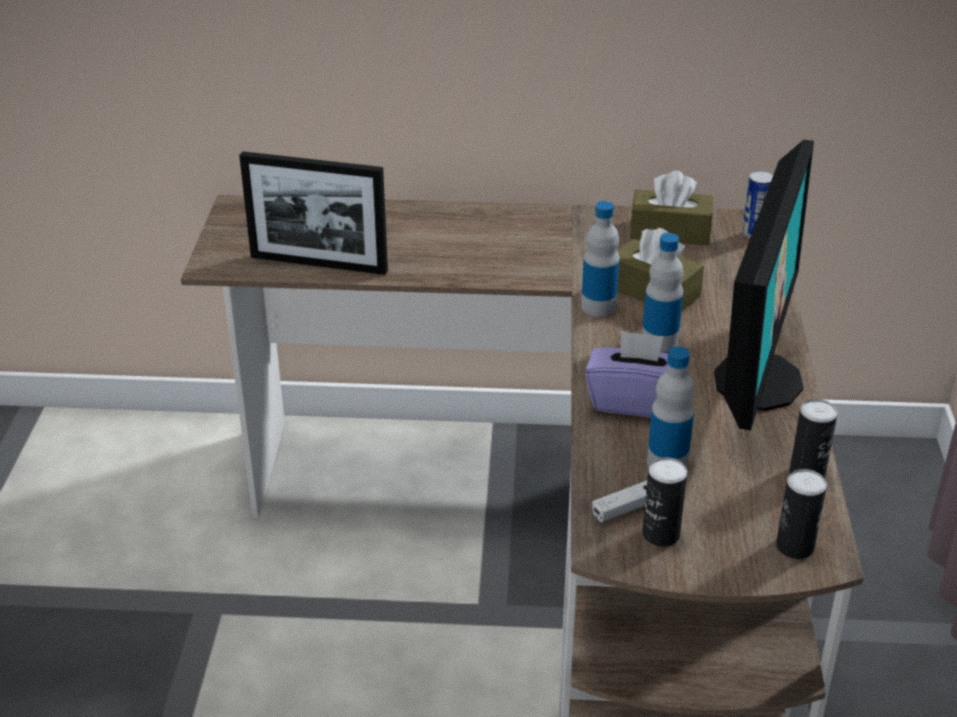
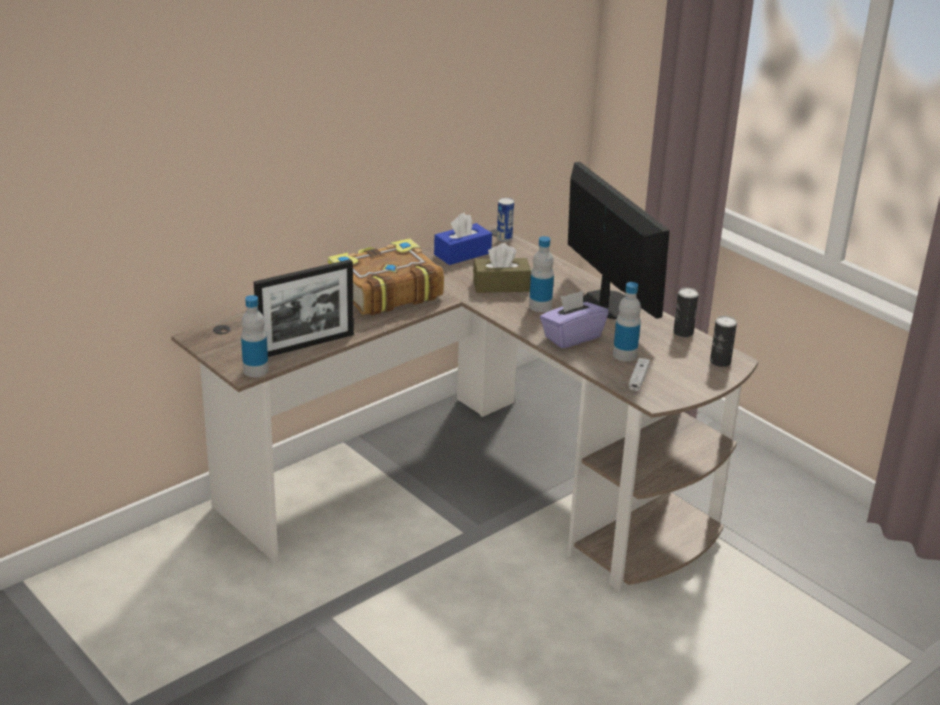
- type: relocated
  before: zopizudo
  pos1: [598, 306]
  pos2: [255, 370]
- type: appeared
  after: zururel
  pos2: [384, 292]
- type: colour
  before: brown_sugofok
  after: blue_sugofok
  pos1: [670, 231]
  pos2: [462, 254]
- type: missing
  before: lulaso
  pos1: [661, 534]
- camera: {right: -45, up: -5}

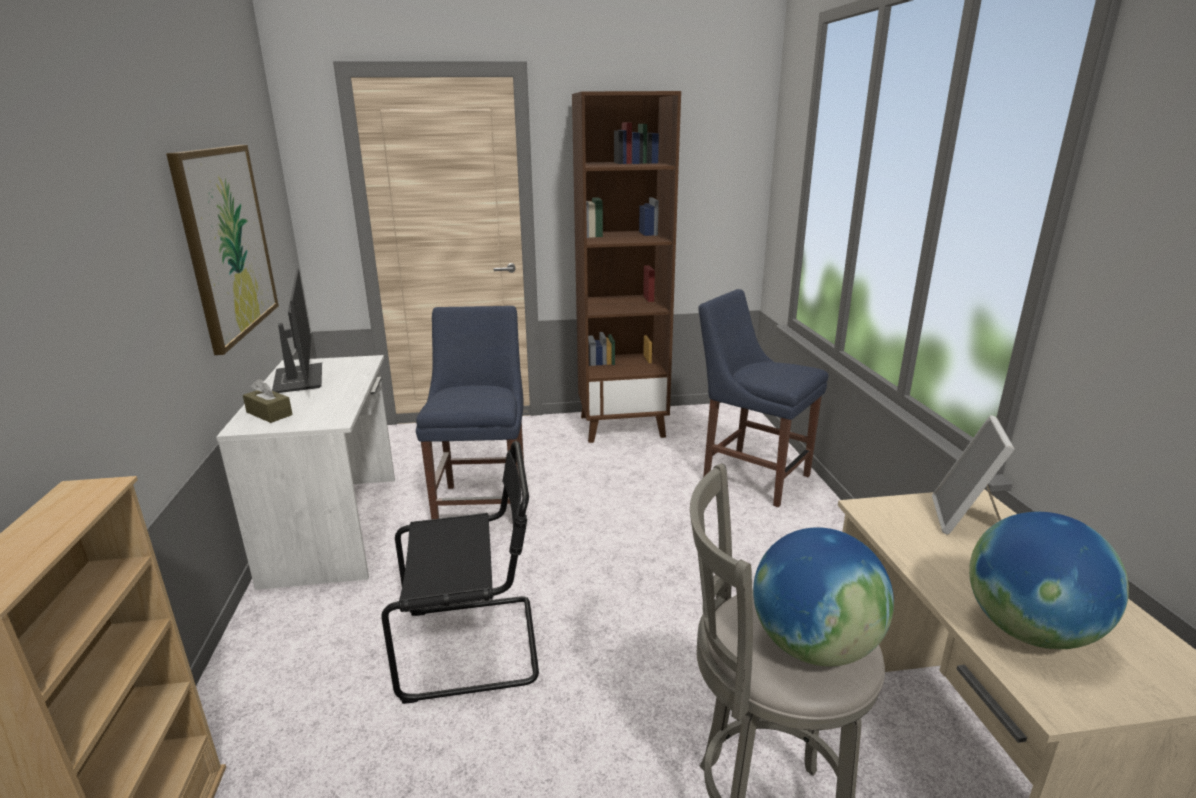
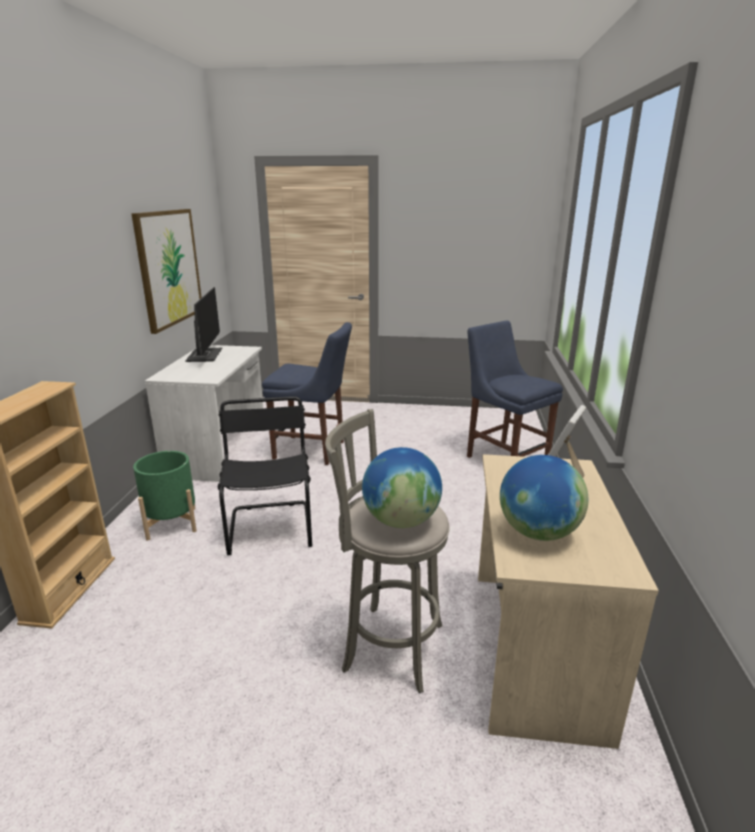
- type: appeared
  after: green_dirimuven
  pos2: [171, 523]
- type: spun
  before: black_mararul
  pos1: [475, 645]
  pos2: [270, 526]
  turn: -105
- type: spun
  before: blue_mararul
  pos1: [483, 503]
  pos2: [312, 451]
  turn: 90
- type: missing
  before: brown_sugofok
  pos1: [269, 413]
- type: missing
  before: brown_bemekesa
  pos1: [622, 426]
- camera: {right: 15, up: 0}

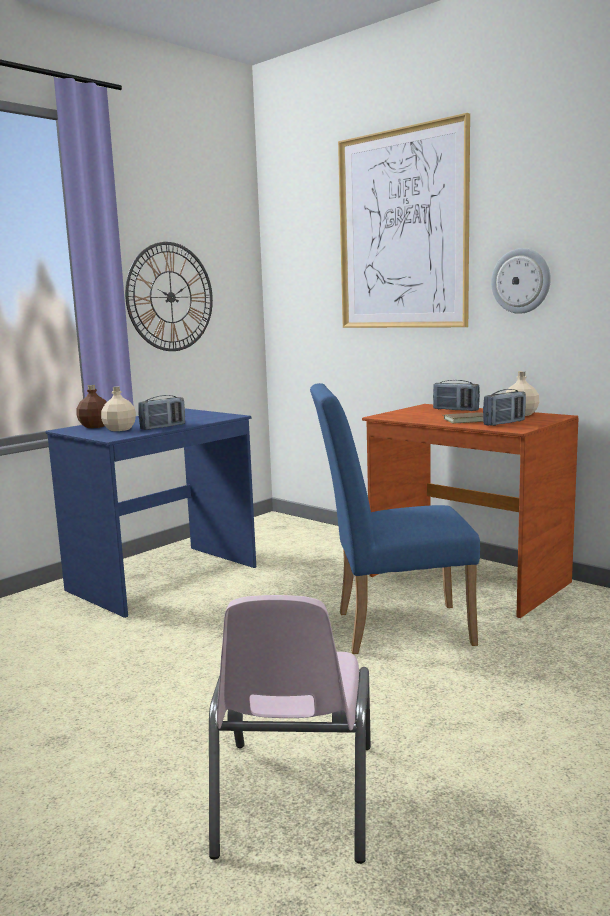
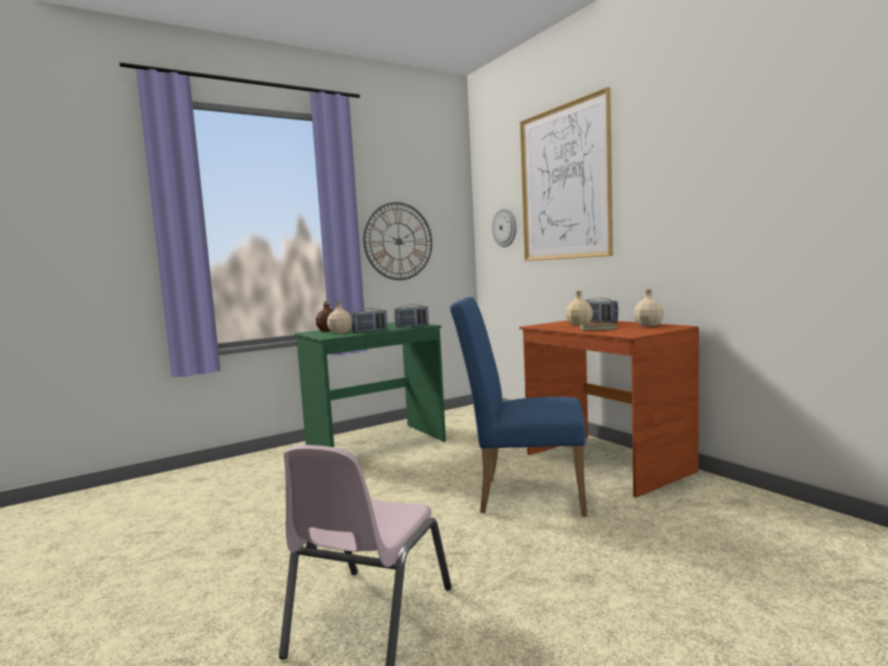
- type: colour
  before: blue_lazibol
  after: green_lazibol
  pos1: [164, 579]
  pos2: [376, 445]
- type: relocated
  before: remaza
  pos1: [504, 423]
  pos2: [412, 326]
- type: relocated
  before: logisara
  pos1: [521, 281]
  pos2: [505, 227]
- type: appeared
  after: beige_zopizudo
  pos2: [579, 324]
- camera: {right: 15, up: -5}

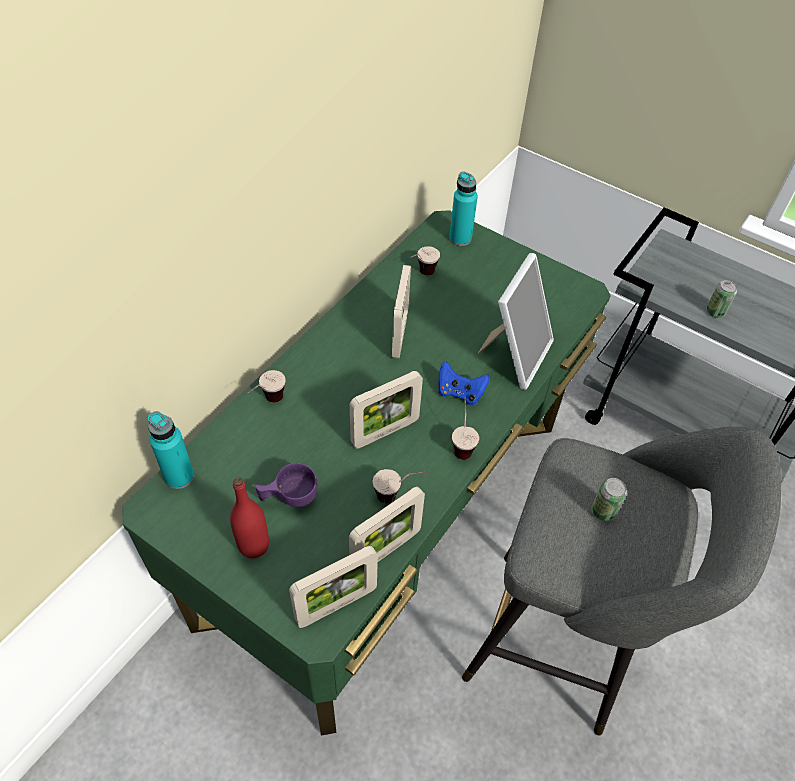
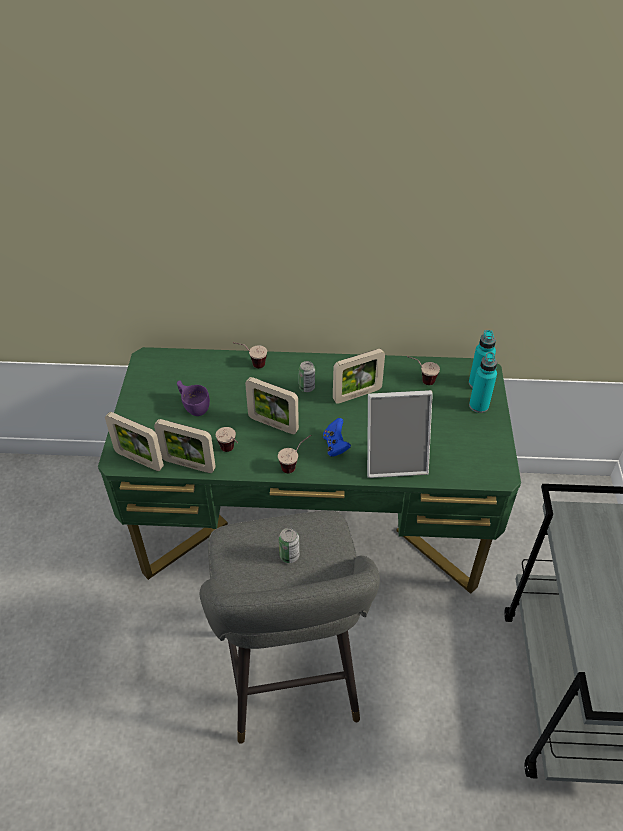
- type: relocated
  before: lulaso
  pos1: [715, 312]
  pos2: [306, 387]
- type: relocated
  before: turquoise_zopizudo
  pos1: [179, 476]
  pos2: [478, 405]
- type: missing
  before: red_zopizudo
  pos1: [254, 545]
- camera: {right: 60, up: -5}

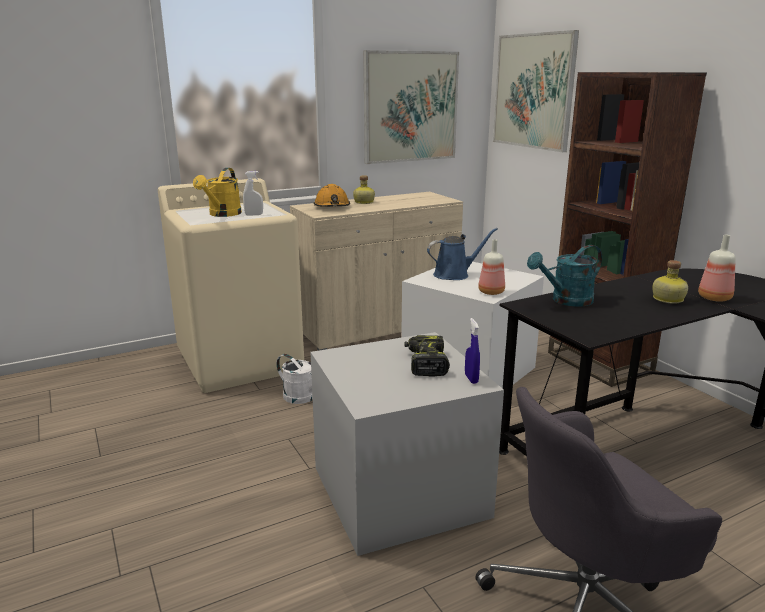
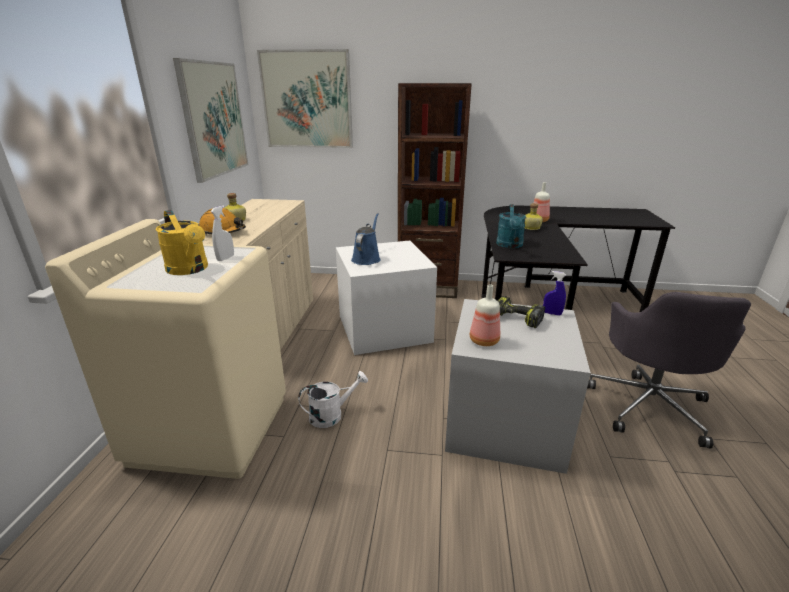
- type: relocated
  before: zopizudo
  pos1: [490, 292]
  pos2: [483, 341]
- camera: {right: -55, up: 5}

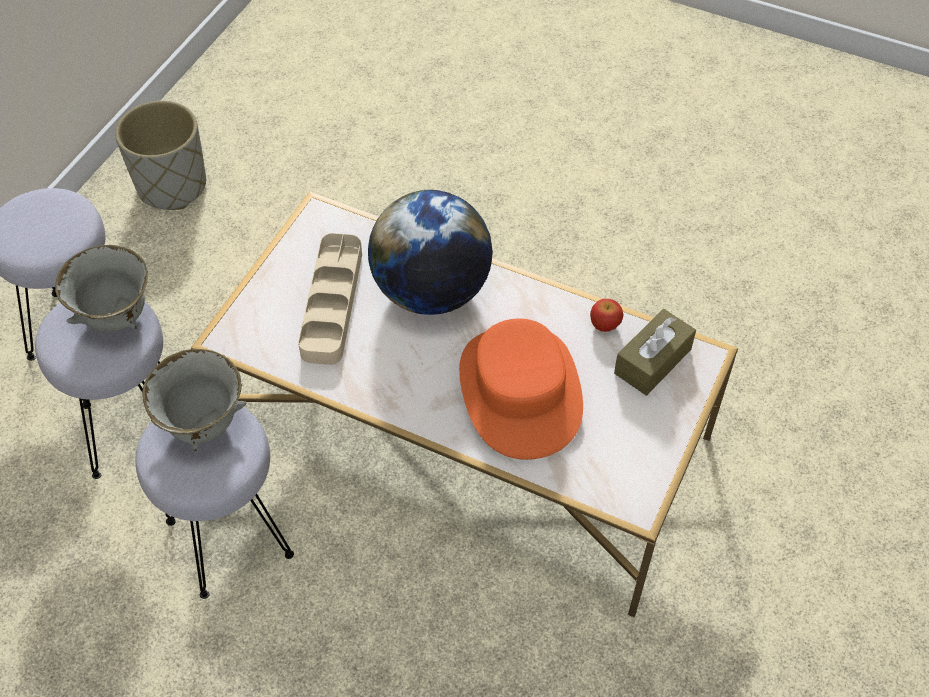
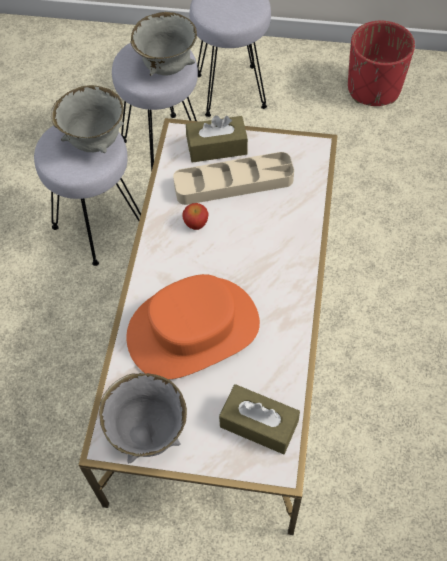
- type: appeared
  after: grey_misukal
  pos2: [149, 433]
- type: relocated
  before: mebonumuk
  pos1: [605, 325]
  pos2: [196, 224]
- type: appeared
  after: brown_sugofok
  pos2: [217, 147]
- type: colour
  before: grey_dirimuven
  after: red_dirimuven
  pos1: [172, 186]
  pos2: [374, 88]
- type: missing
  before: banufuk
  pos1: [431, 292]
- camera: {right: 75, up: 5}

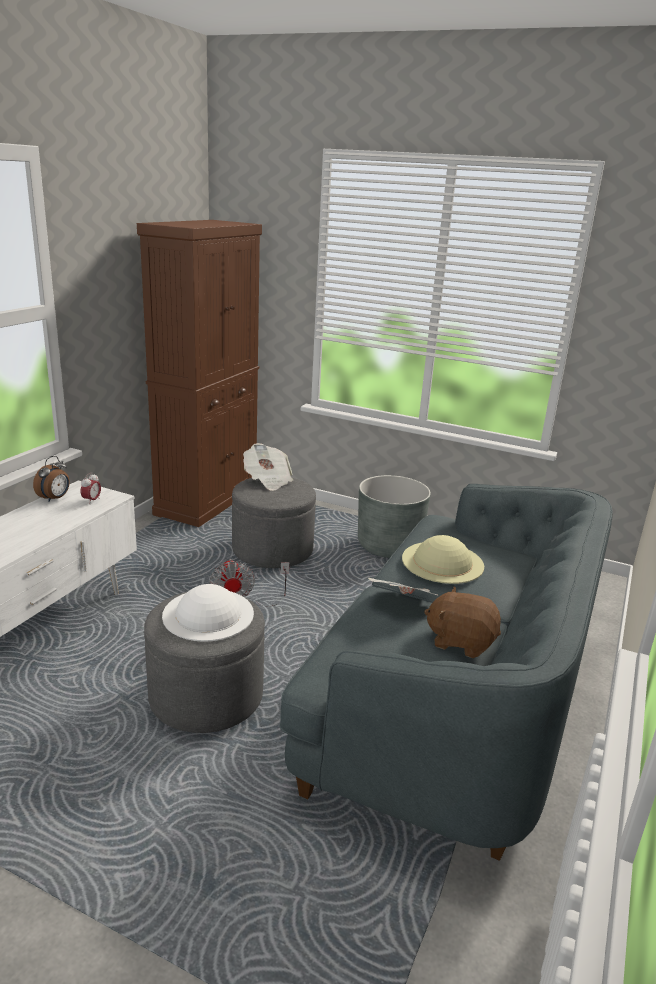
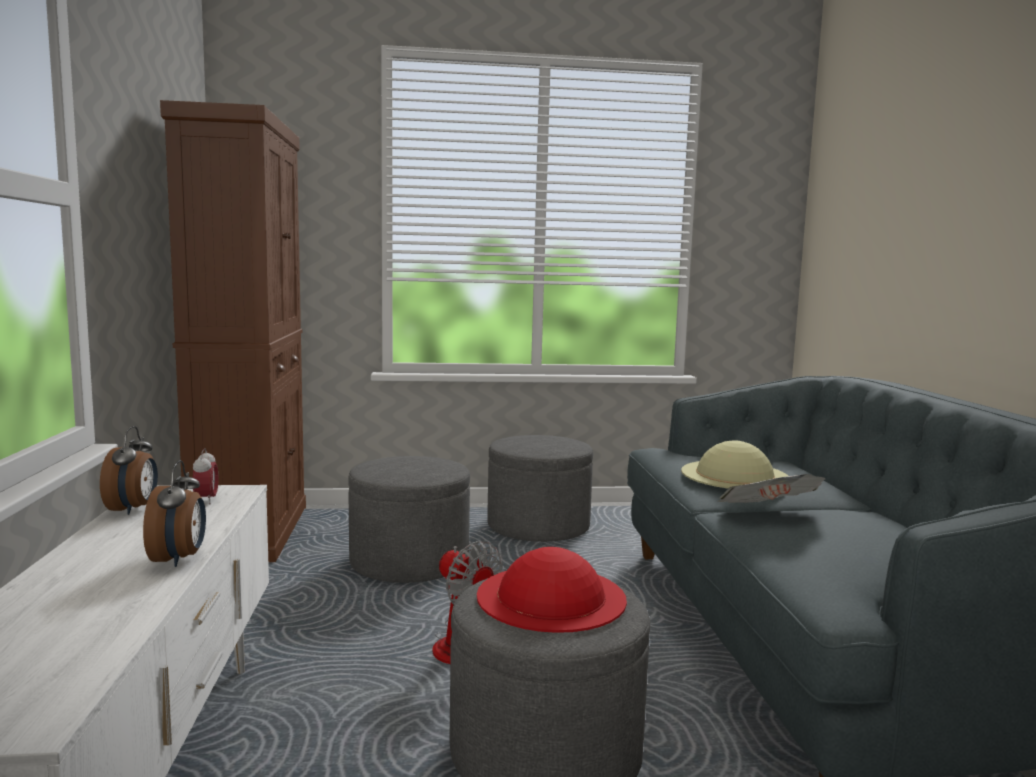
- type: appeared
  after: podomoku
  pos2: [179, 559]
- type: colour
  before: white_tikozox
  after: red_tikozox
  pos1: [208, 614]
  pos2: [551, 596]
- type: exchanged
  before: grey_dirimuven
  after: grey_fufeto
  pos1: [388, 546]
  pos2: [538, 526]
- type: missing
  before: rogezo
  pos1: [267, 480]
- type: missing
  before: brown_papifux
  pos1: [461, 641]
- camera: {right: -30, up: -15}

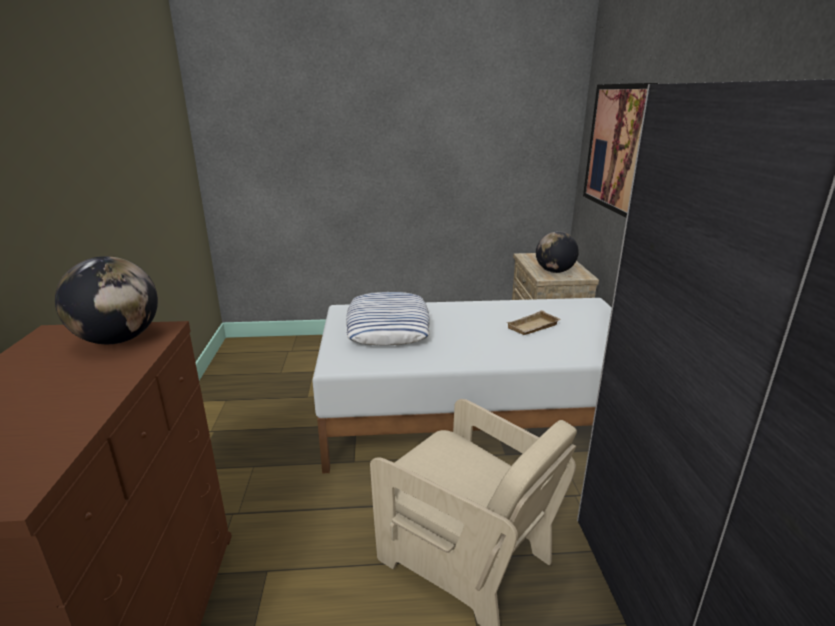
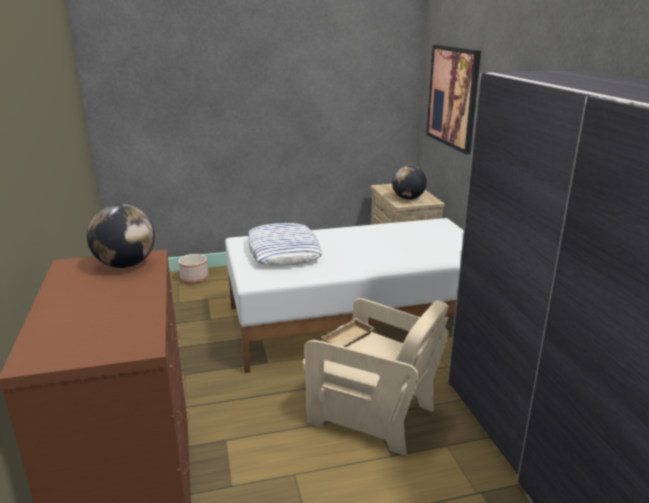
- type: appeared
  after: dirimuven
  pos2: [194, 278]
- type: relocated
  before: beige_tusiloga
  pos1: [533, 327]
  pos2: [348, 339]
- camera: {right: -10, up: 0}

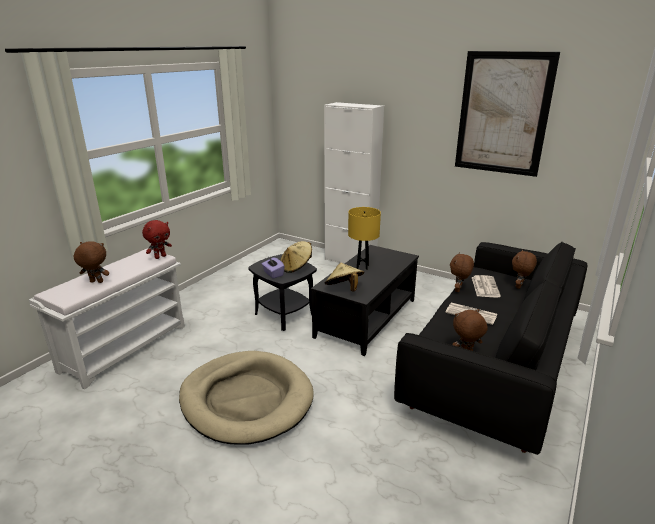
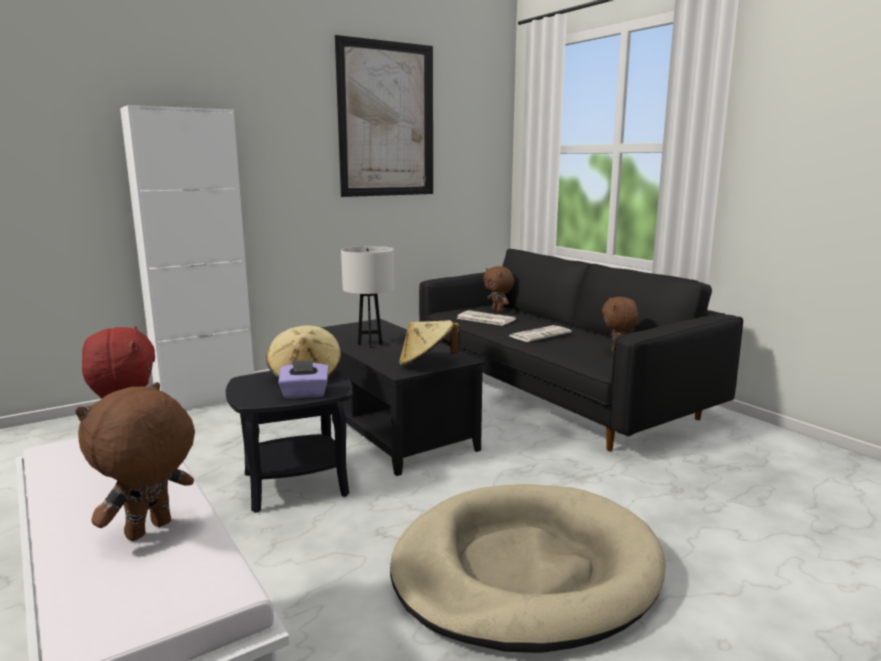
- type: colour
  before: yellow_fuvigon
  after: white_fuvigon
  pos1: [362, 266]
  pos2: [369, 344]
- type: missing
  before: brown_papifux
  pos1: [458, 290]
- camera: {right: -65, up: -10}

